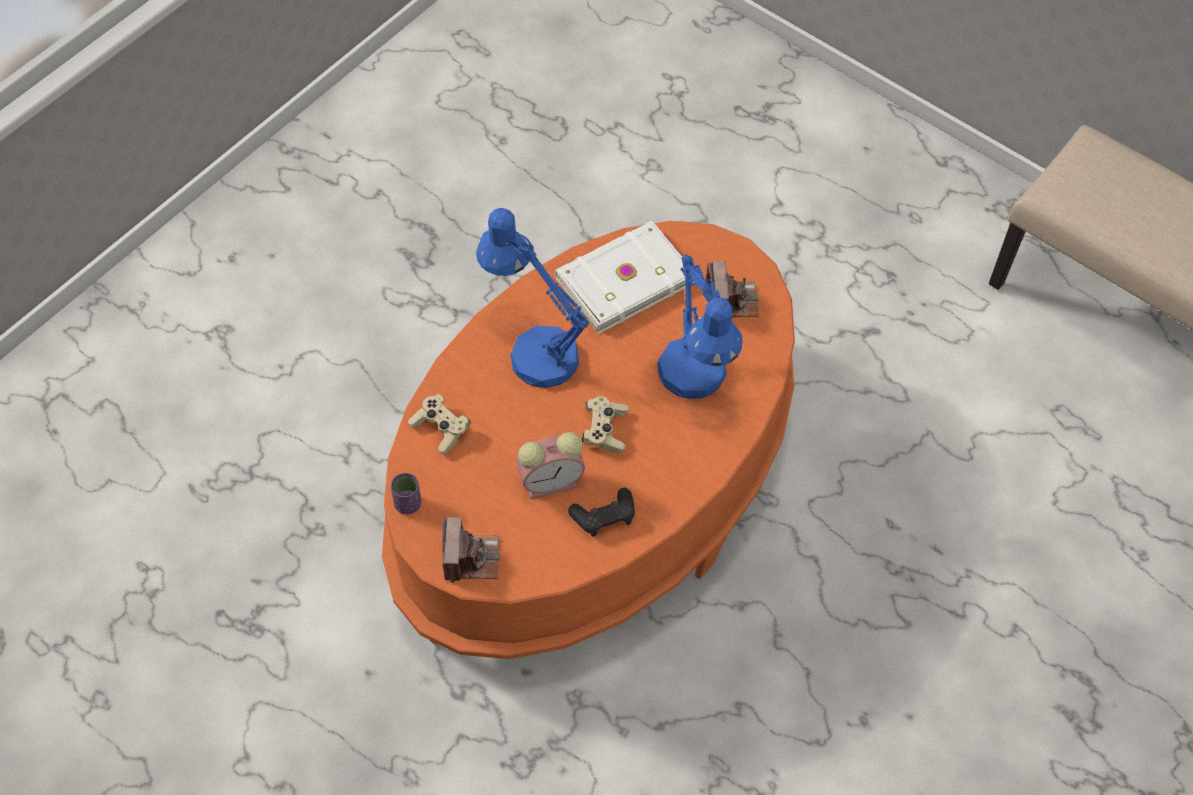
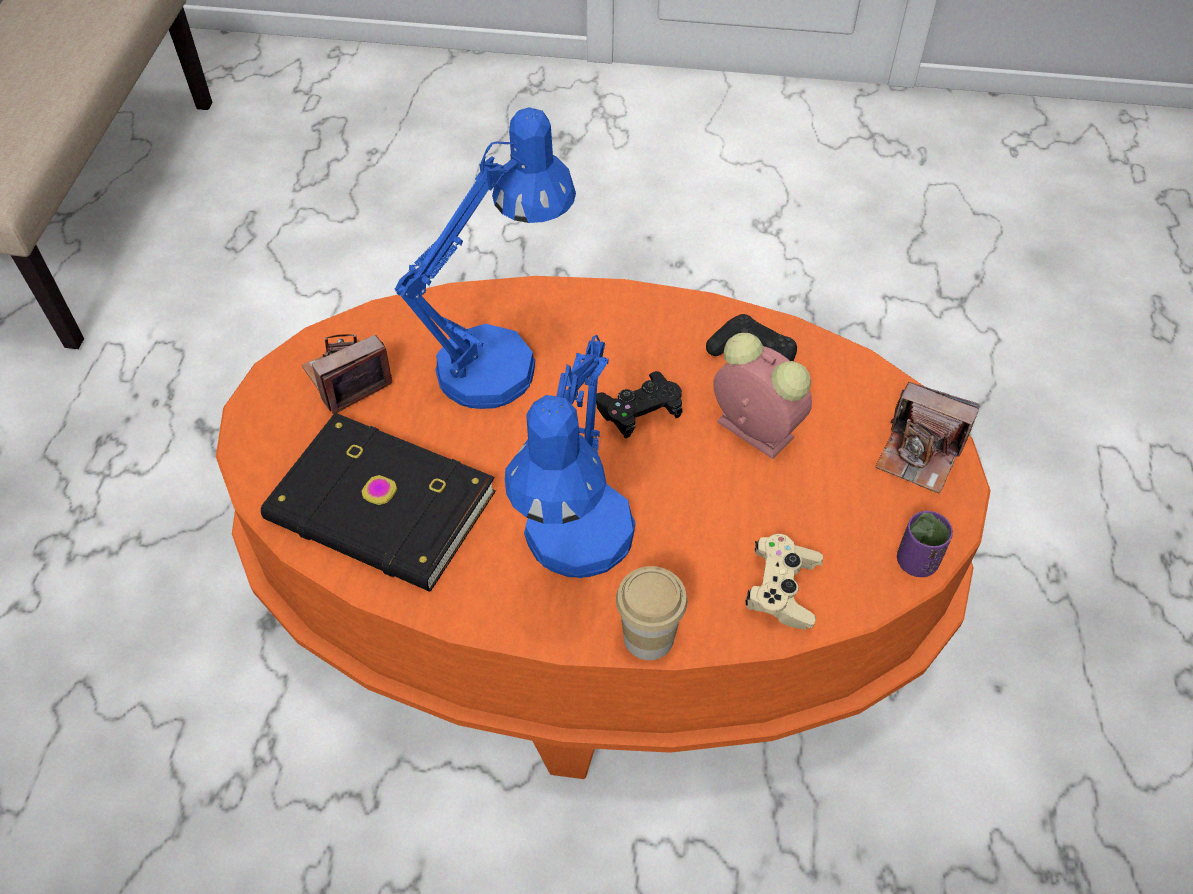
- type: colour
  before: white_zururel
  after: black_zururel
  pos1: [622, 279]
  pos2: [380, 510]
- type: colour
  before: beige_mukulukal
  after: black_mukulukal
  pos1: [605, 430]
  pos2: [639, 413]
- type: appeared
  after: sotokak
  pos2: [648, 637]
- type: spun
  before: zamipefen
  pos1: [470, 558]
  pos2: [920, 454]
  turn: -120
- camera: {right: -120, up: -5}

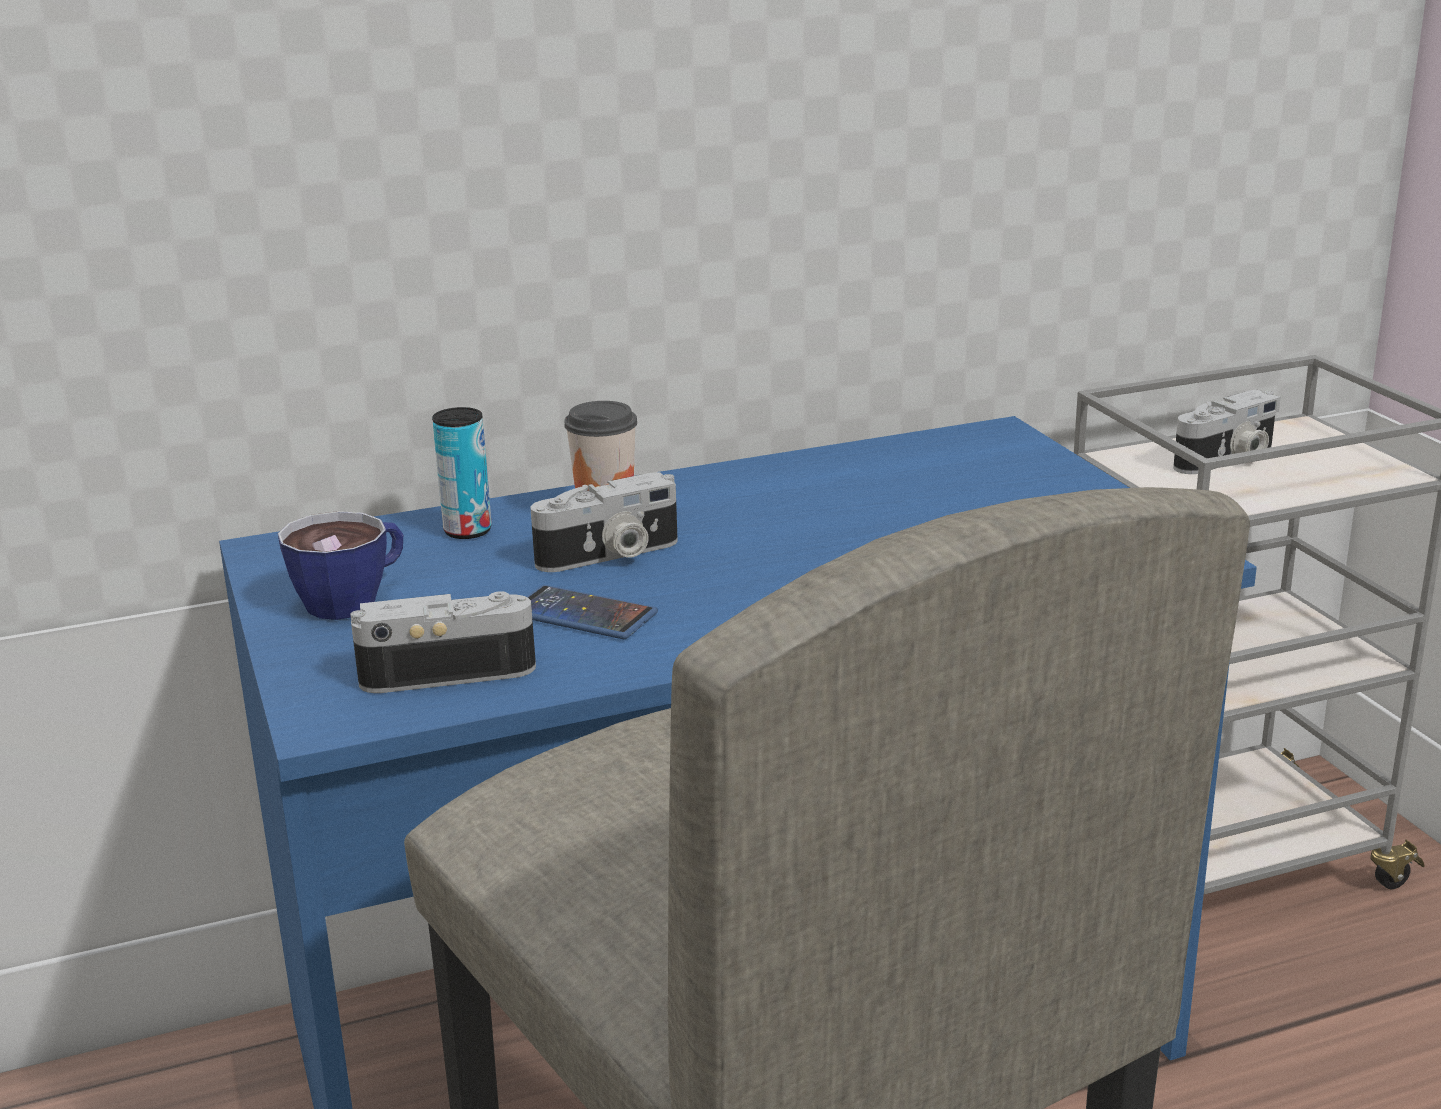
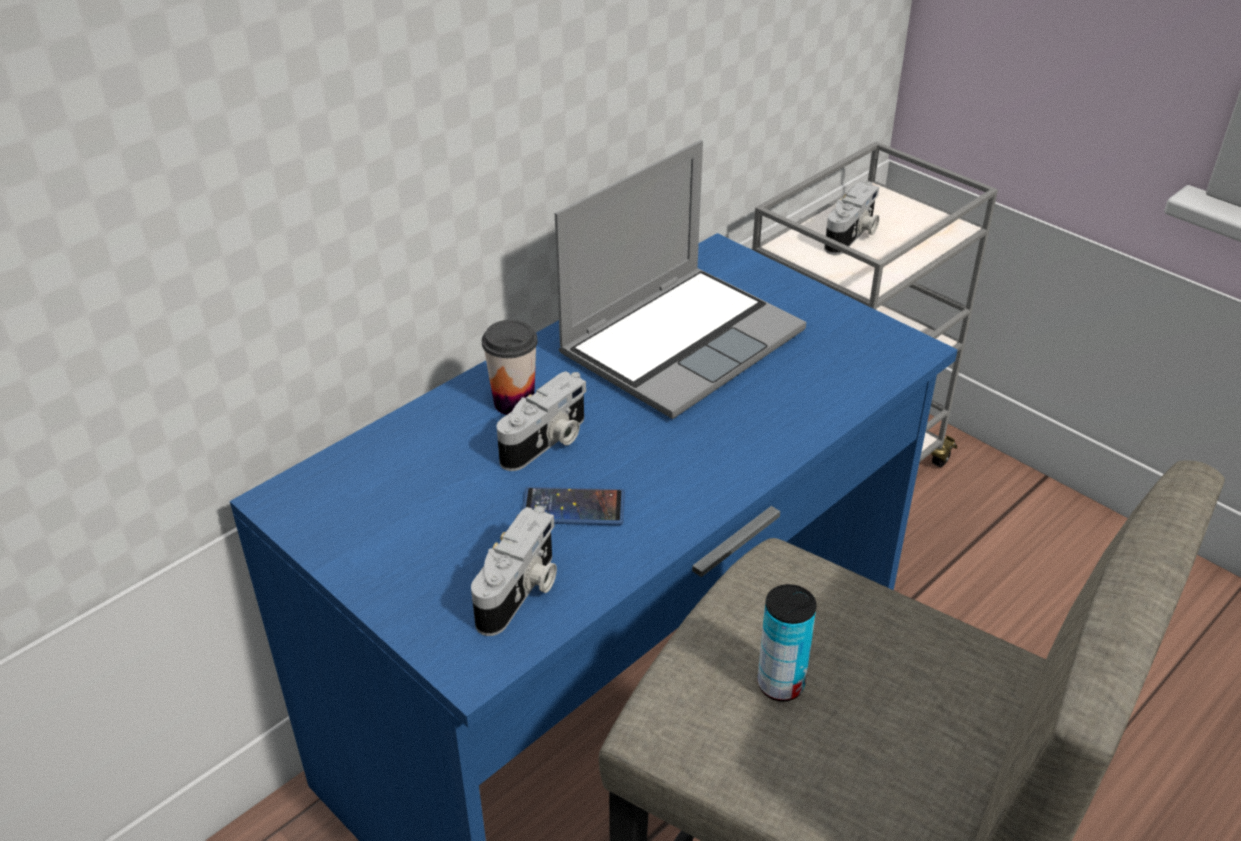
- type: spun
  before: zamipefen
  pos1: [447, 671]
  pos2: [521, 591]
  turn: 150
- type: appeared
  after: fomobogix
  pos2: [682, 342]
- type: relocated
  before: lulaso
  pos1: [467, 531]
  pos2: [780, 684]
- type: missing
  before: sotokak
  pos1: [354, 599]
- camera: {right: -25, up: 15}

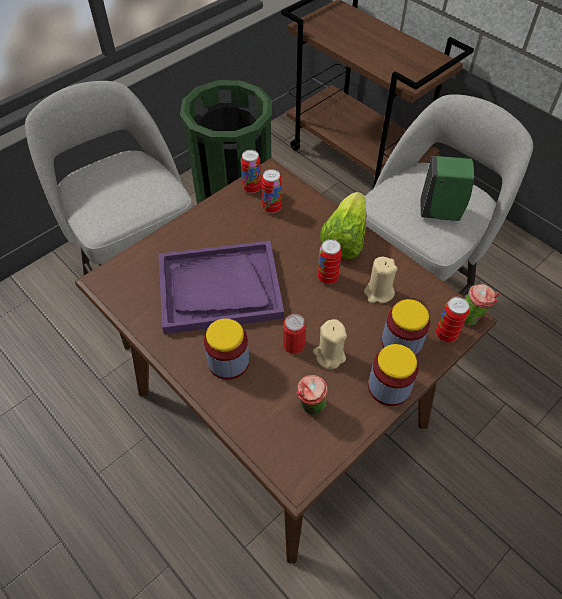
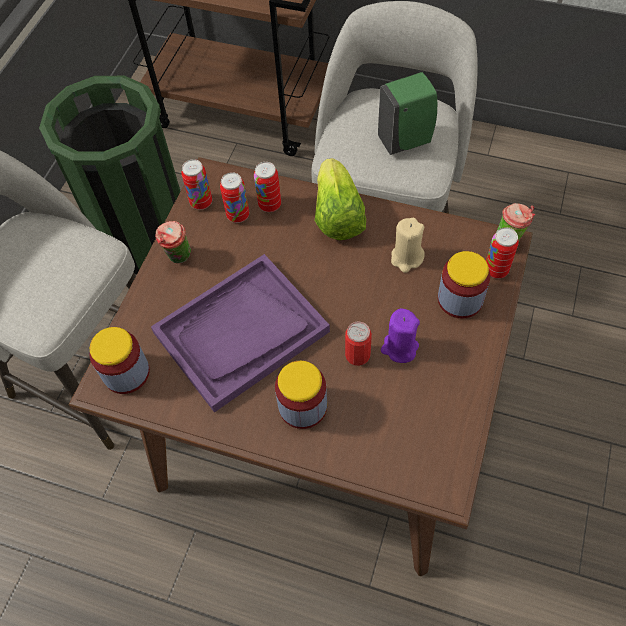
- type: relocated
  before: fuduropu
  pos1: [389, 387]
  pos2: [126, 373]
- type: relocated
  before: sotokak
  pos1: [310, 408]
  pos2: [179, 258]
- type: relocated
  before: lulaso
  pos1: [327, 277]
  pos2: [270, 205]
- type: colour
  before: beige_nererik
  after: purple_nererik
  pos1: [329, 355]
  pos2: [399, 348]
- camera: {right: -25, up: 5}

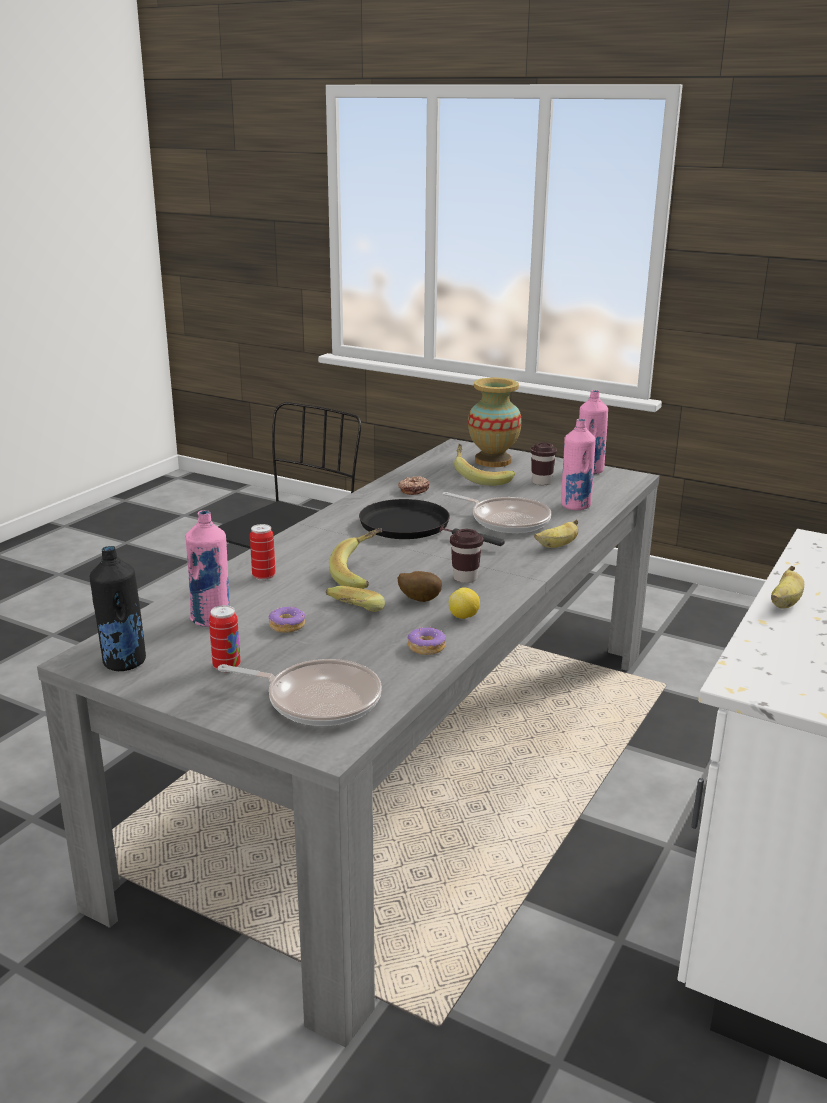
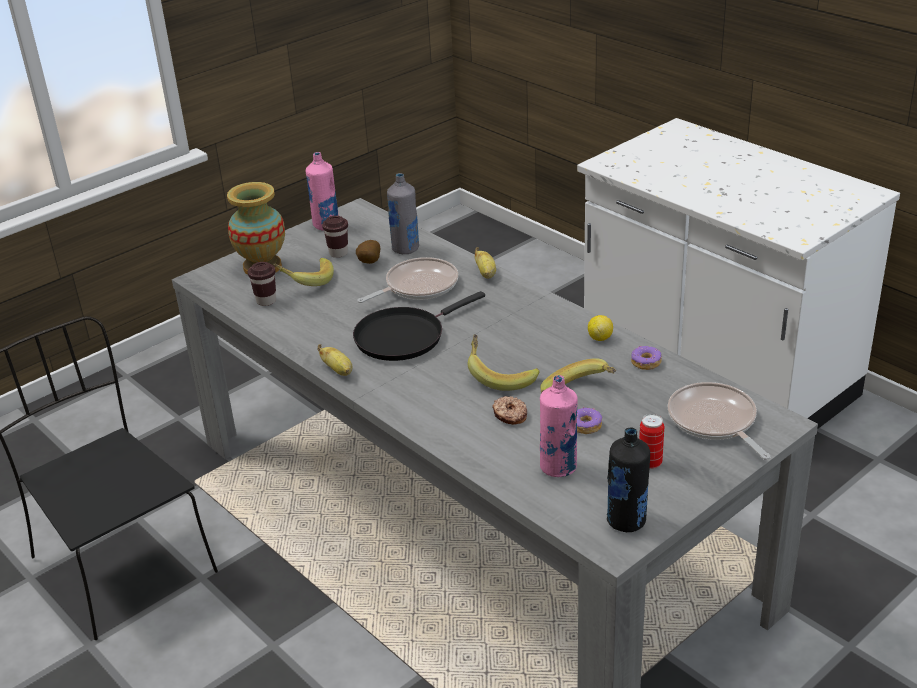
- type: relocated
  before: brown_sotokak
  pos1: [465, 578]
  pos2: [266, 301]
- type: relocated
  before: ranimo
  pos1: [784, 603]
  pos2: [338, 370]
- type: relocated
  before: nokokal
  pos1: [419, 600]
  pos2: [368, 263]
- type: colour
  before: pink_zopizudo
  after: grey_zopizudo
  pos1: [575, 506]
  pos2: [405, 249]
- type: relocated
  before: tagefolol
  pos1: [413, 490]
  pos2: [510, 415]
- type: spun
  before: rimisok
  pos1: [317, 699]
  pos2: [714, 422]
  turn: -60
- type: missing
  before: lulaso
  pos1: [264, 576]
- camera: {right: -70, up: 10}

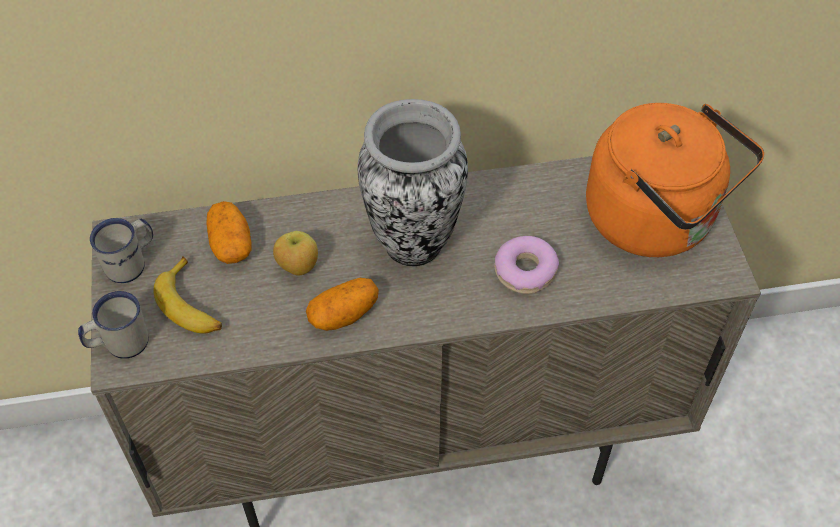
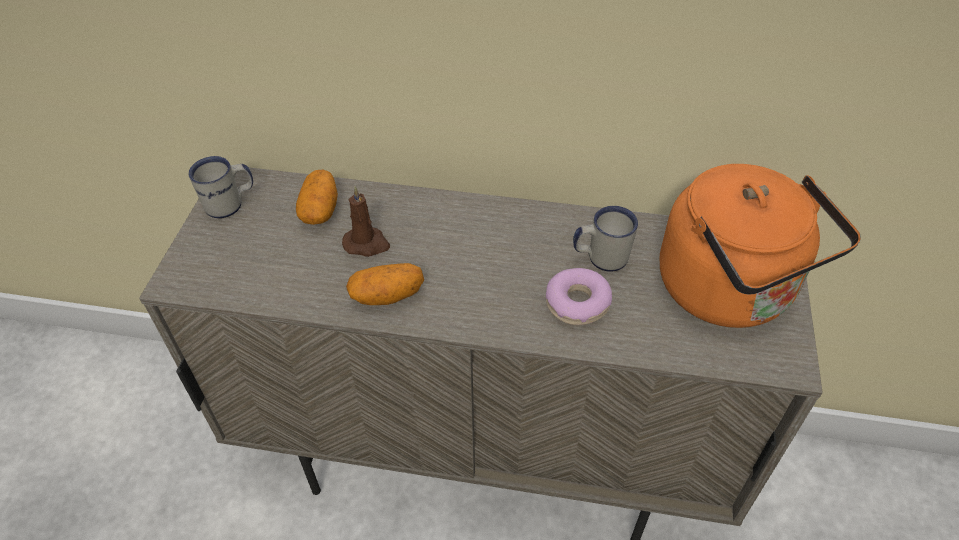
- type: exchanged
  before: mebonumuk
  after: brown_nererik
  pos1: [297, 267]
  pos2: [367, 244]
- type: relocated
  before: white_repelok
  pos1: [119, 344]
  pos2: [600, 257]
- type: missing
  before: ranimo
  pos1: [192, 305]
- type: missing
  before: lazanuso
  pos1: [414, 242]
- camera: {right: 20, up: -5}

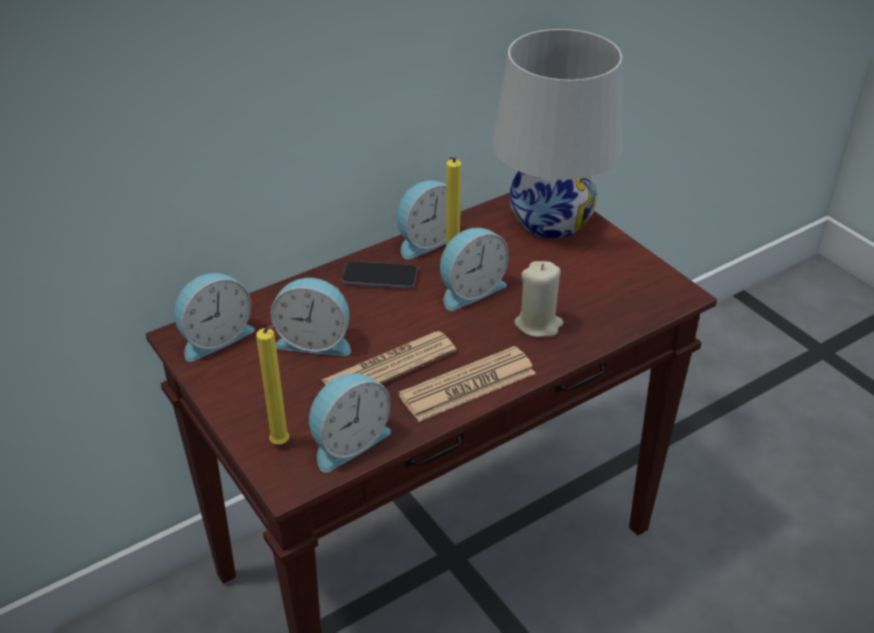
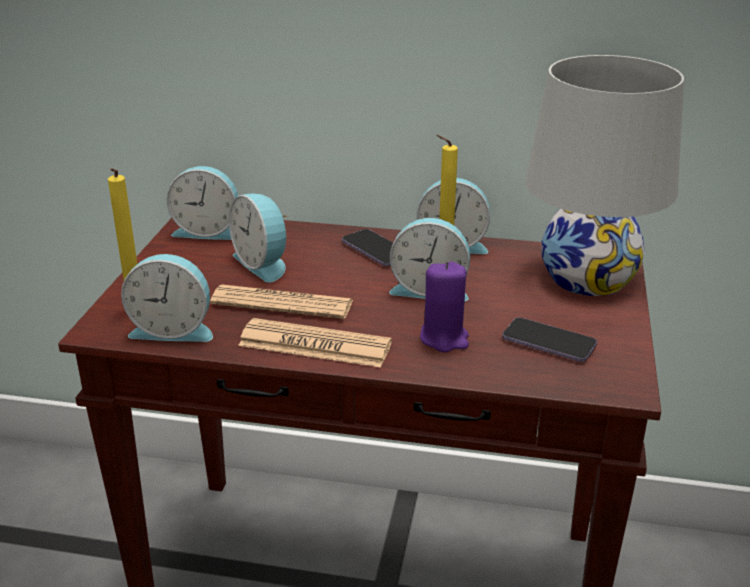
- type: colour
  before: beige_nererik
  after: purple_nererik
  pos1: [538, 324]
  pos2: [444, 338]
- type: appeared
  after: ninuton
  pos2: [548, 342]
- camera: {right: 45, up: -10}

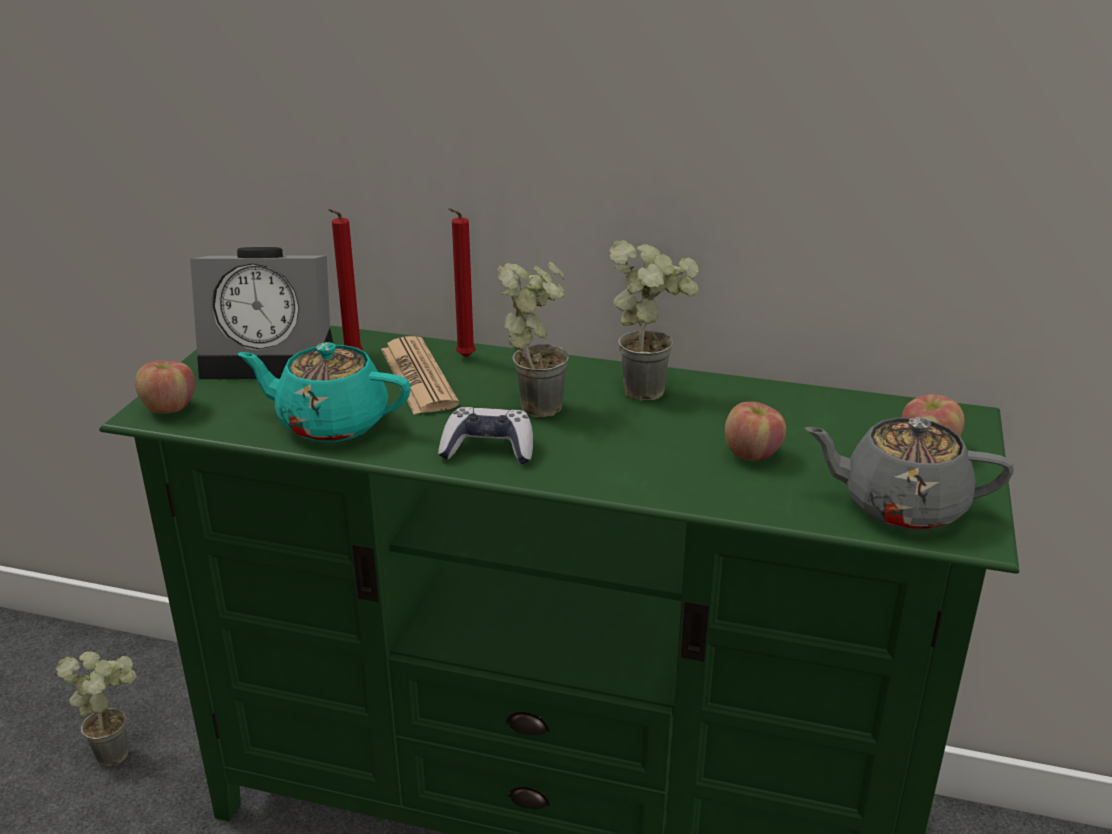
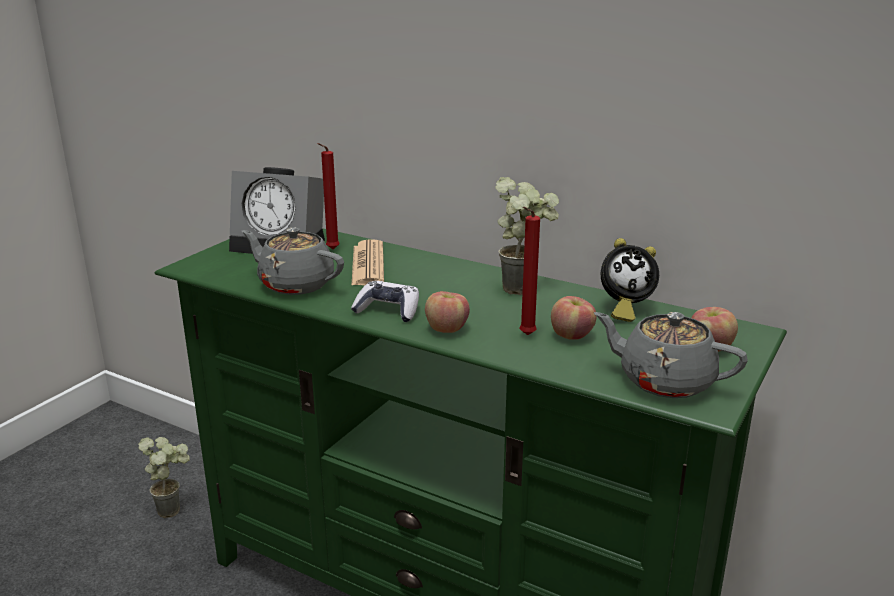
- type: colour
  before: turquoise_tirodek
  after: grey_tirodek
  pos1: [331, 423]
  pos2: [295, 284]
- type: relocated
  before: mebonumuk
  pos1: [169, 408]
  pos2: [446, 329]
- type: relocated
  before: red_nererik
  pos1: [463, 358]
  pos2: [525, 336]
- type: appeared
  after: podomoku
  pos2: [624, 309]
- type: missing
  before: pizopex
  pos1: [538, 402]
- camera: {right: 15, up: -5}

